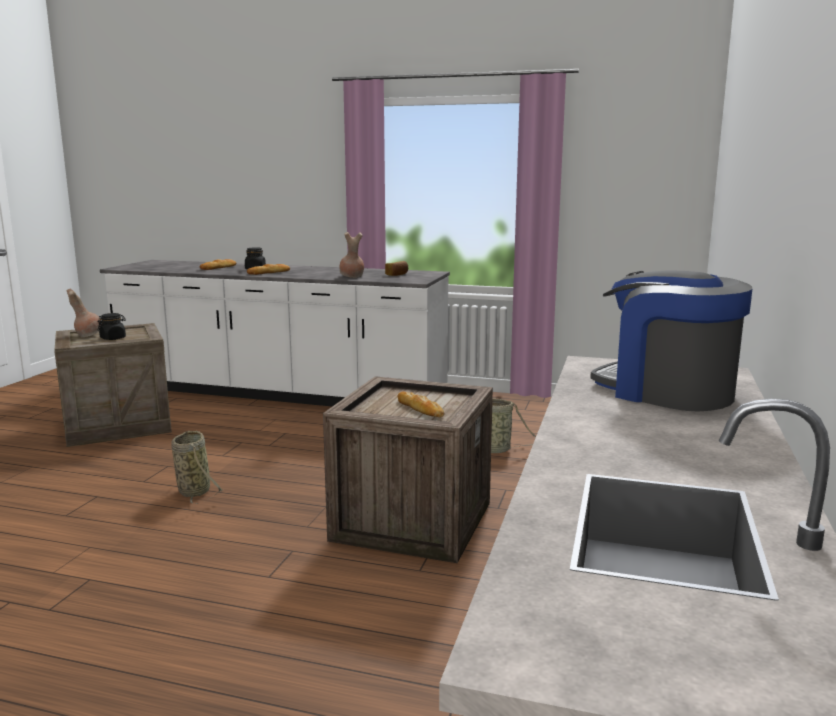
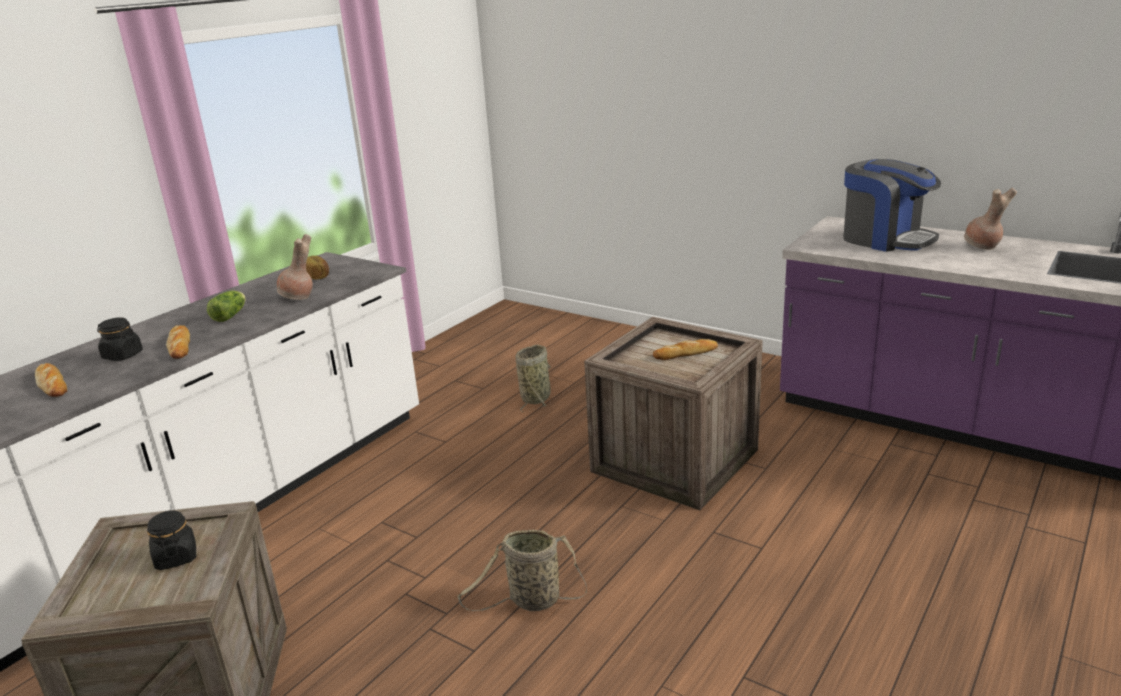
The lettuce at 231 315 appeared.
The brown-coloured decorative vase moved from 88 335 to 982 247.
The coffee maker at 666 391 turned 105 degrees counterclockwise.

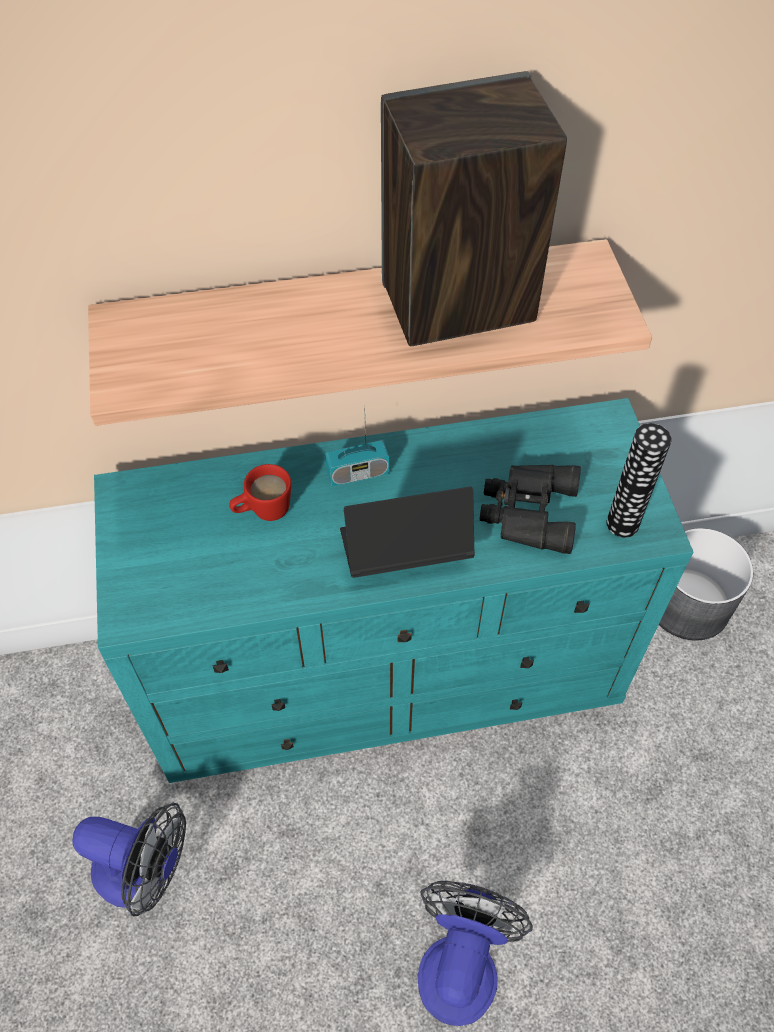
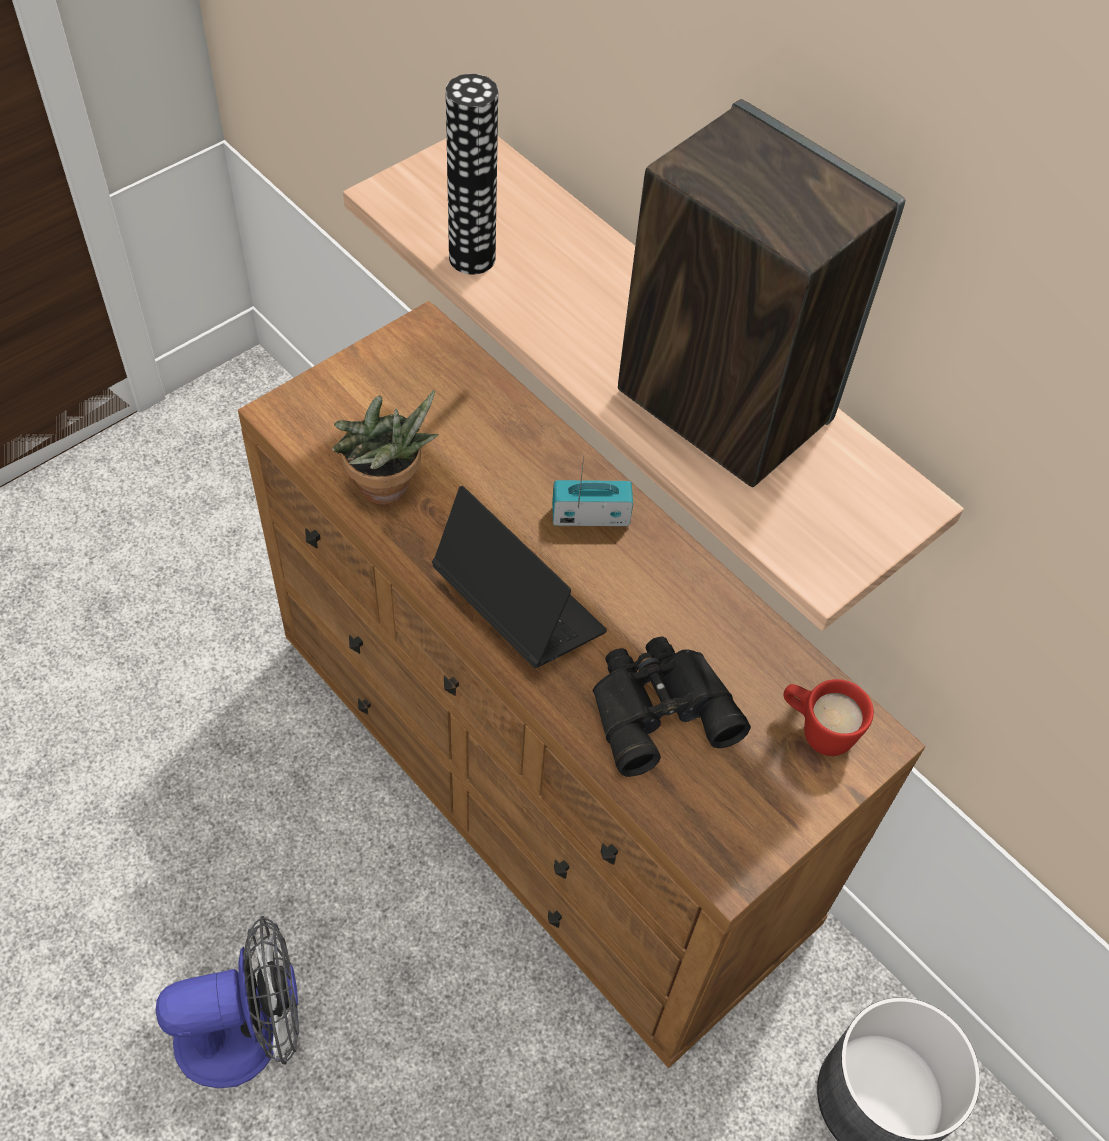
The fan at 145 872 disappeared.
The houseplant at 387 492 appeared.
The reddish mug moved from 263 511 to 816 730.
The decorative vase moved from 622 524 to 472 258.
The blue-green drawer chest at 389 674 became the brown-coloured drawer chest at 542 783.
The radio receiver at 358 473 turned 135 degrees clockwise.

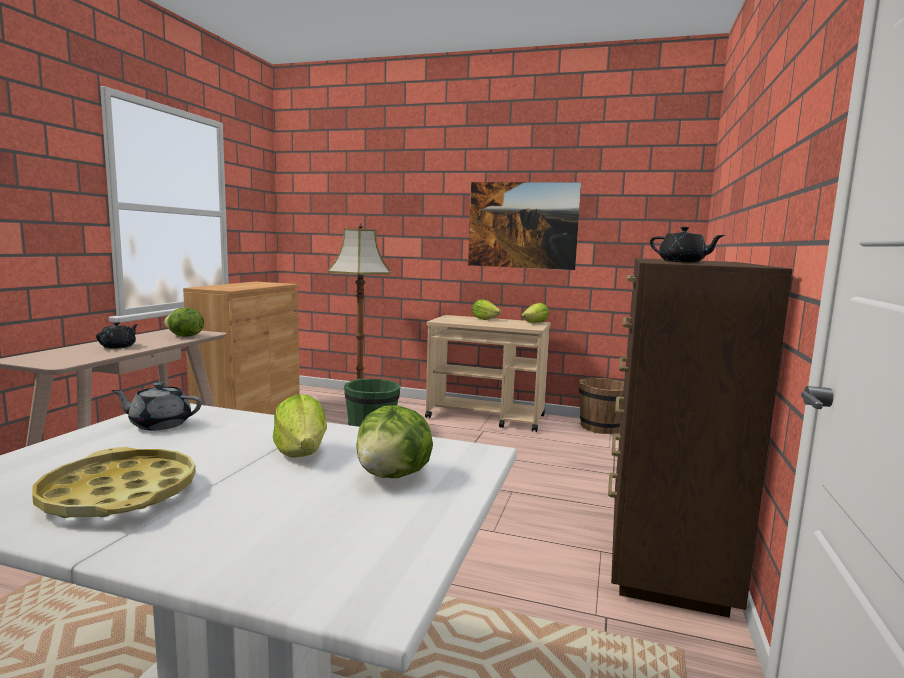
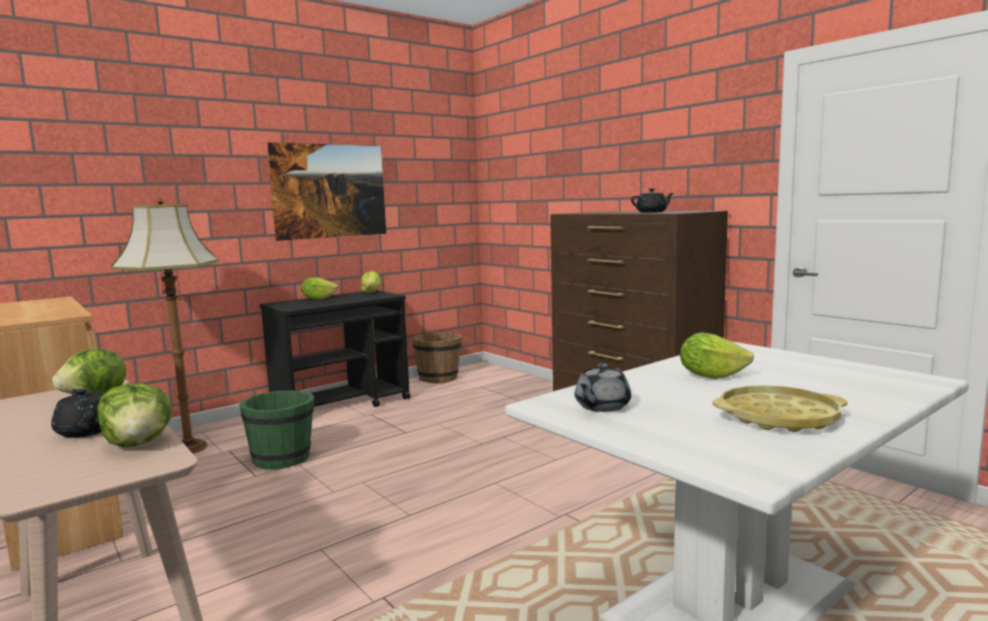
The lettuce moved from 394 476 to 139 443.
The sand-coloured wheeled cart at 486 417 became the blackish wheeled cart at 342 405.

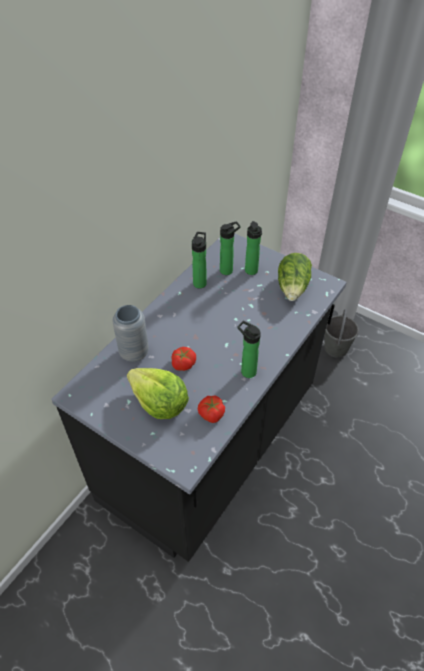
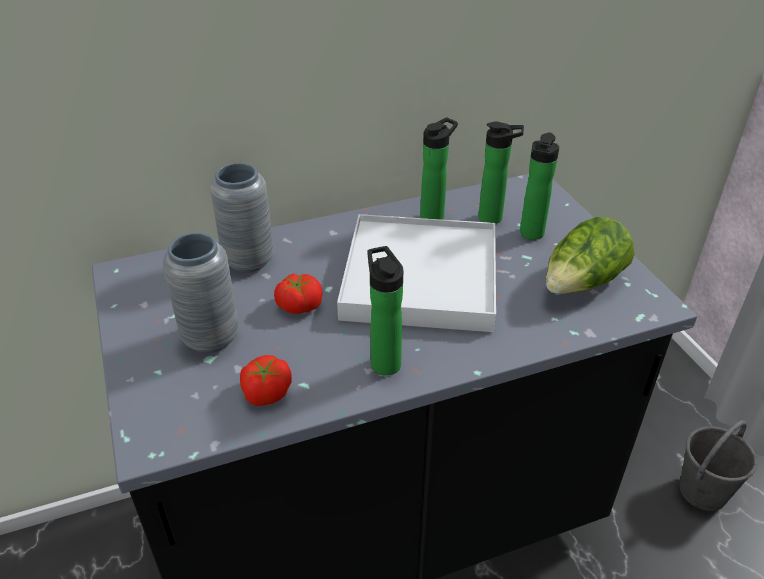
The white-coloured serving tray at 421 277 appeared.
The lettuce at 159 403 was replaced by the gray decorative vase at 211 338.

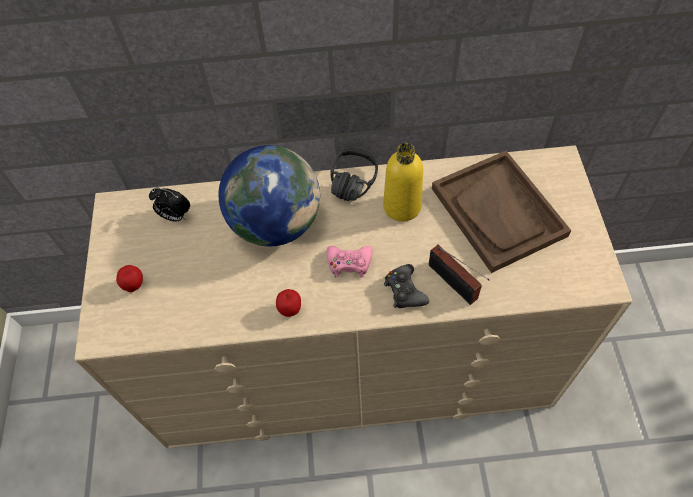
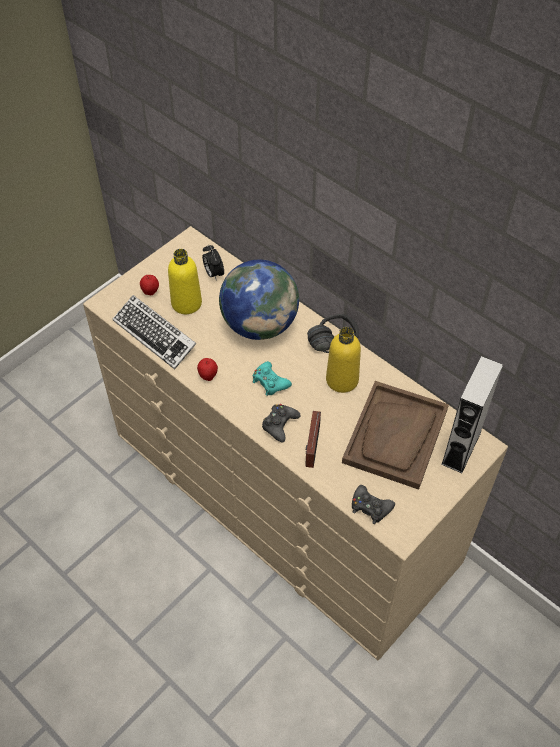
The computer keyboard at 155 335 appeared.
The yellow-coloured drink bottle at 186 303 appeared.
The blackish joypad at 370 507 appeared.
The gray loudspeaker at 461 447 appeared.
The pink joypad at 349 263 became the blue-green joypad at 270 382.

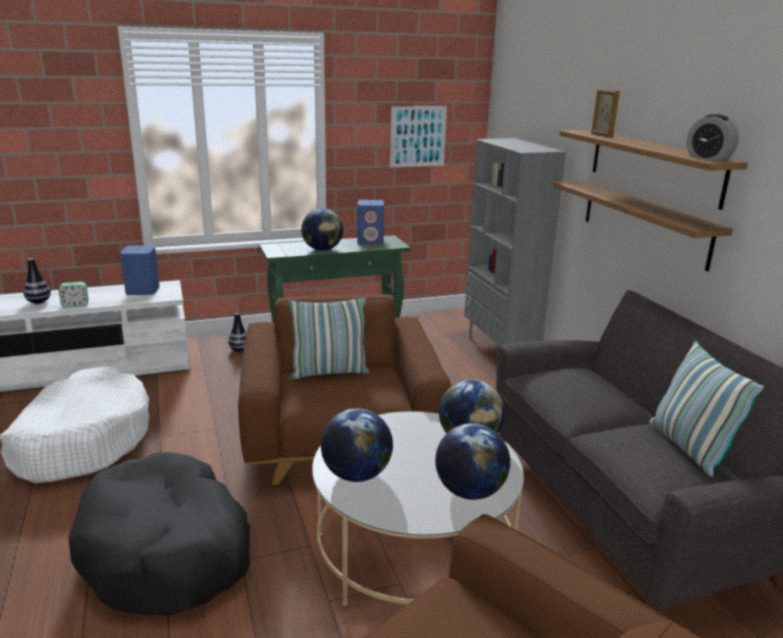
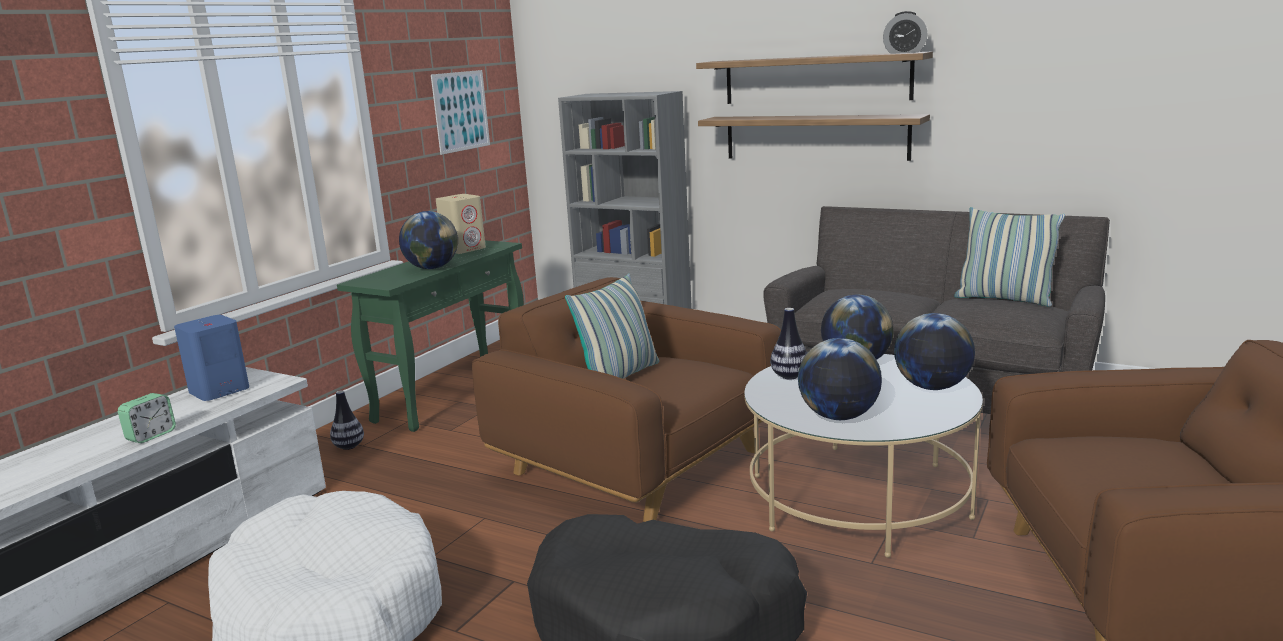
The picture frame at 601 135 disappeared.
The decorative vase moved from 39 302 to 789 376.
The bluish loudspeaker at 370 241 became the sand-coloured loudspeaker at 464 249.

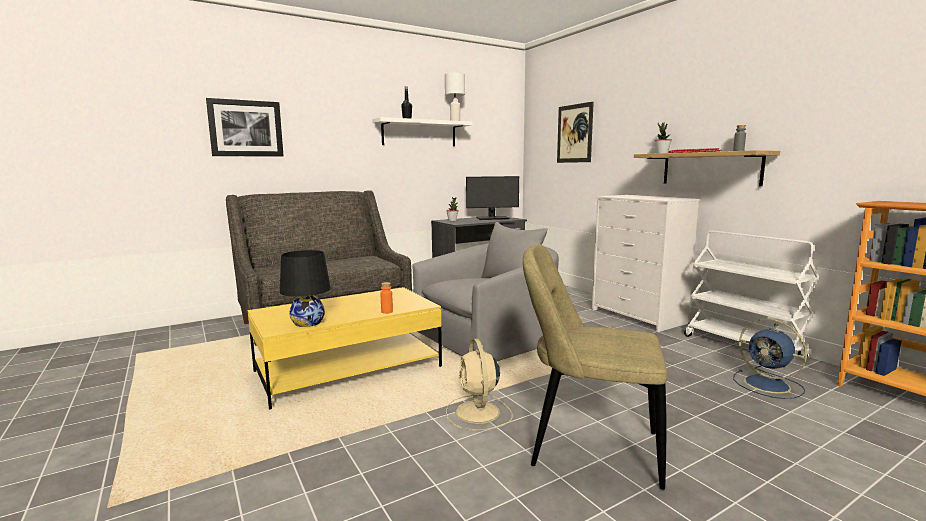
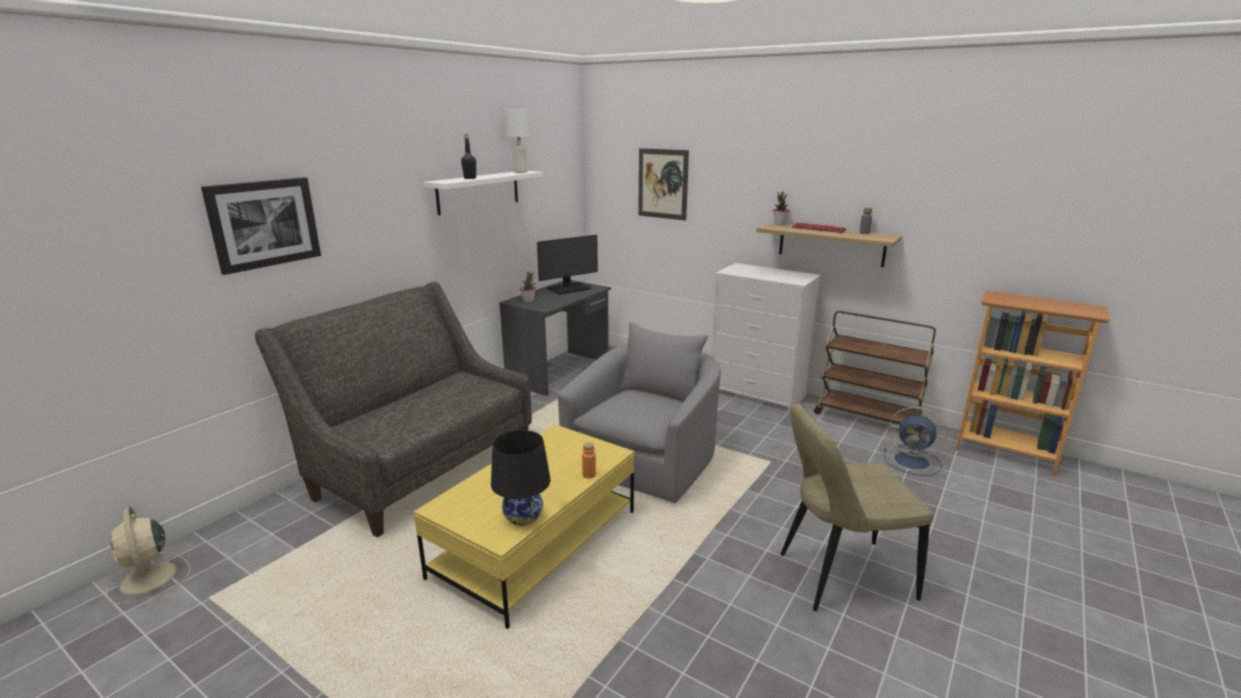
The sand-coloured fan moved from 478 413 to 148 579.
The white-coloured wheeled cart at 743 346 became the brown-coloured wheeled cart at 867 418.

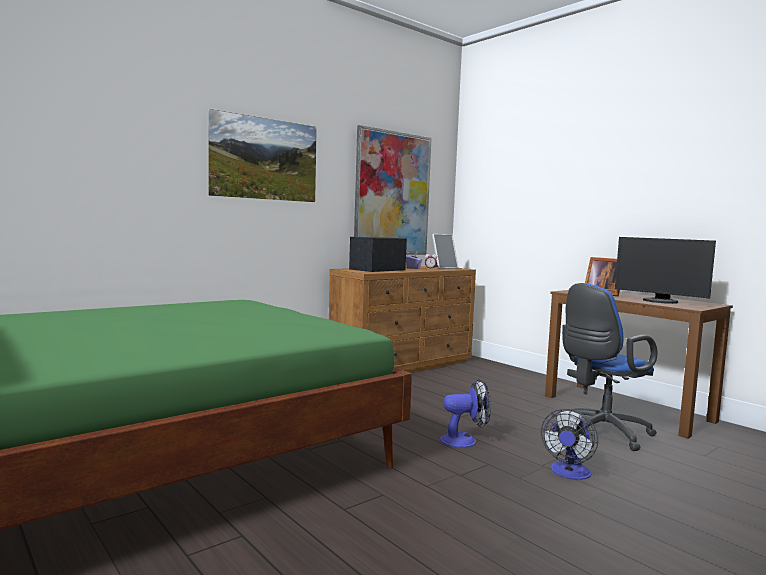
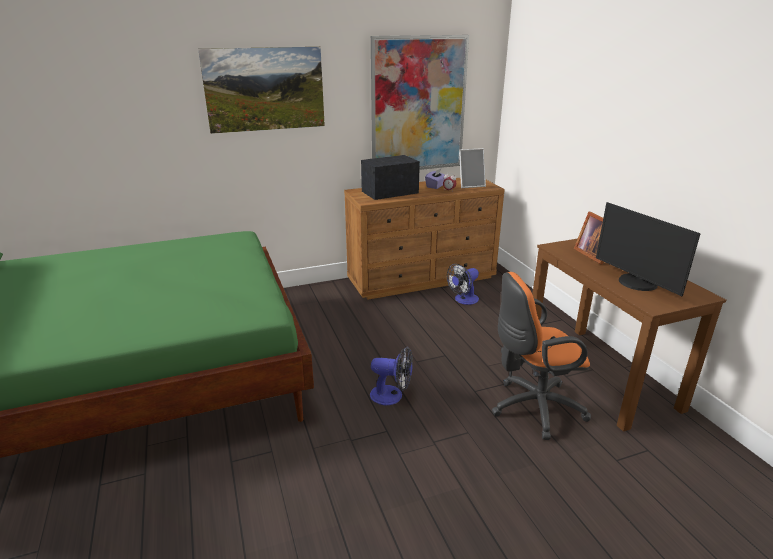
The fan moved from 569 473 to 463 300.
The bluish desk chair at 600 434 became the orange desk chair at 532 408.

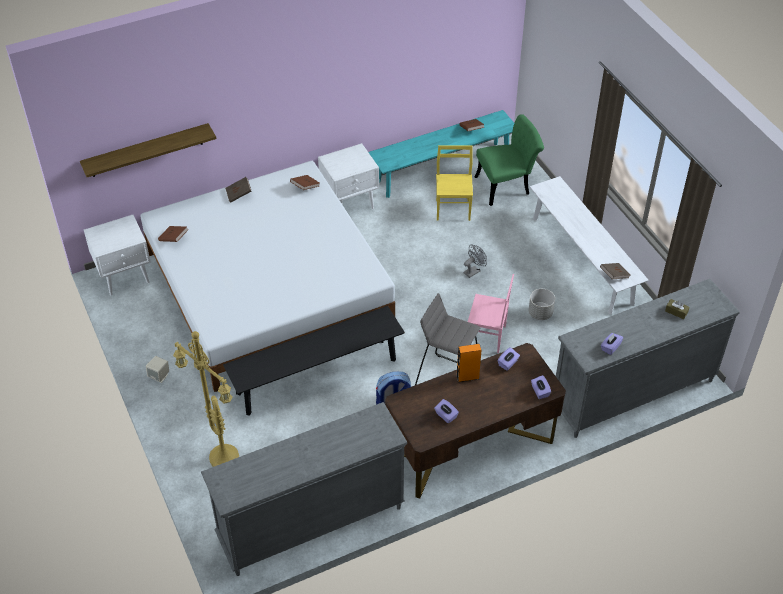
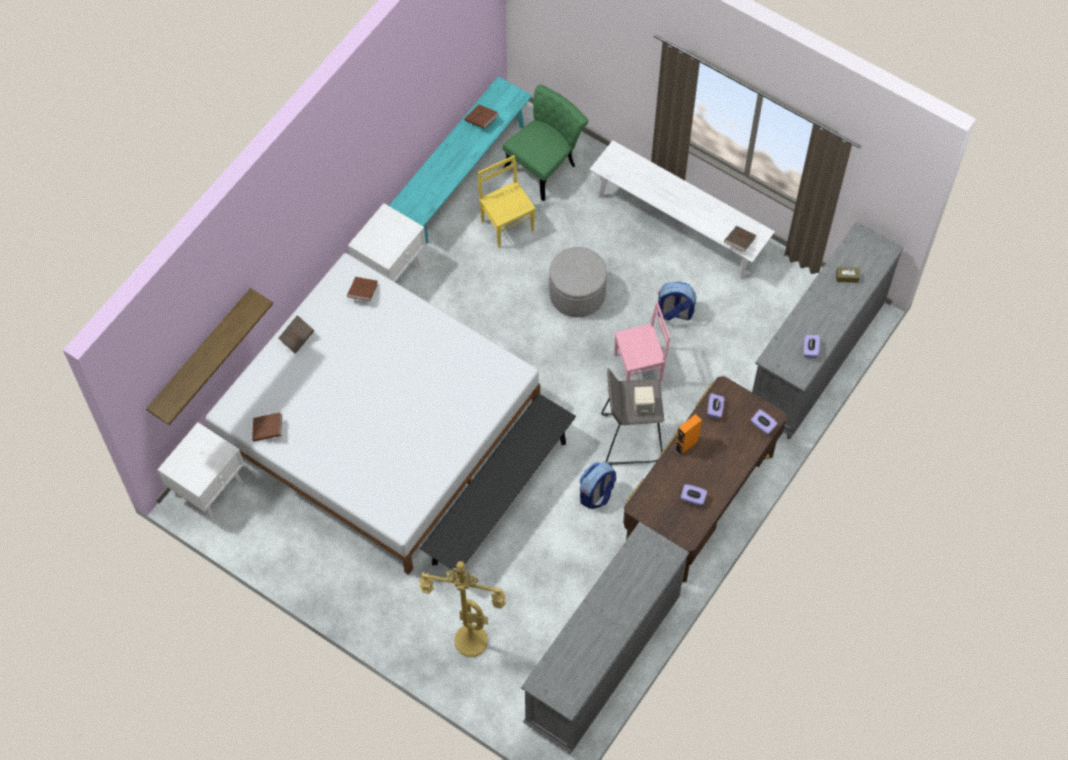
The sand-coloured loudspeaker moved from 159 376 to 643 405.
The gray fan at 473 271 was replaced by the gray pouffe at 577 294.
The gray flower pot at 540 313 was replaced by the backpack at 674 312.

